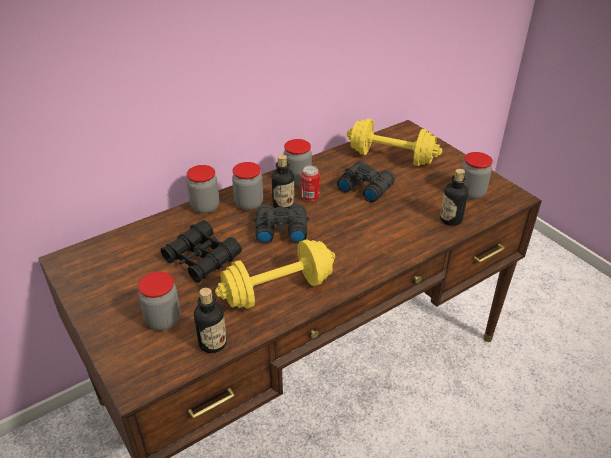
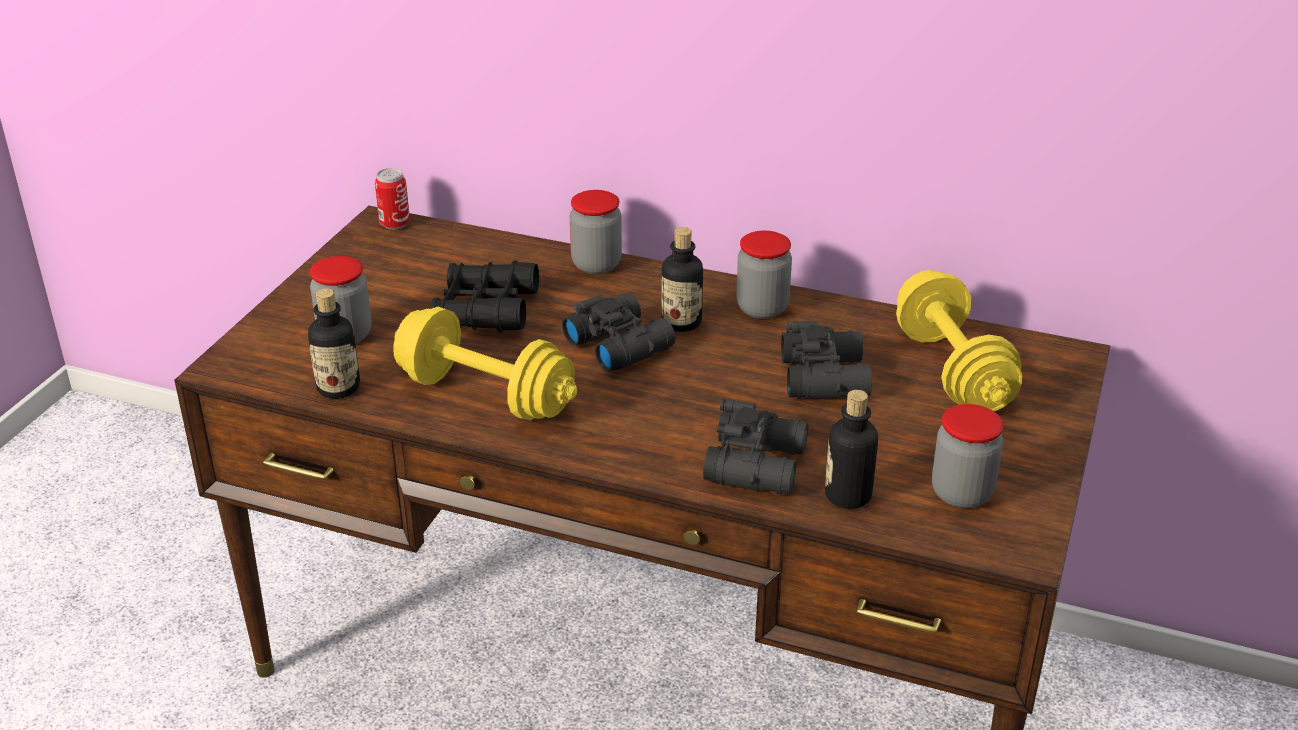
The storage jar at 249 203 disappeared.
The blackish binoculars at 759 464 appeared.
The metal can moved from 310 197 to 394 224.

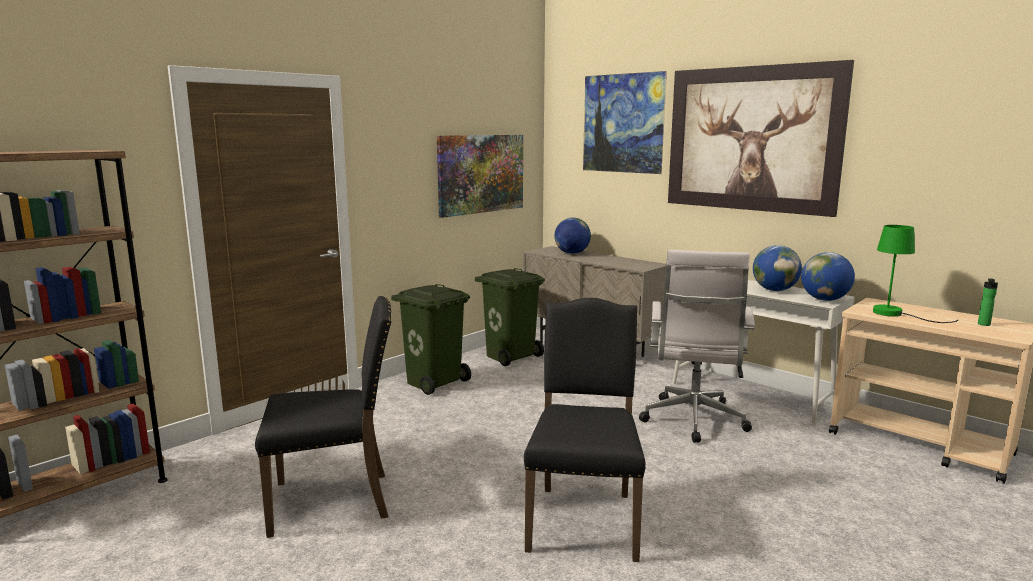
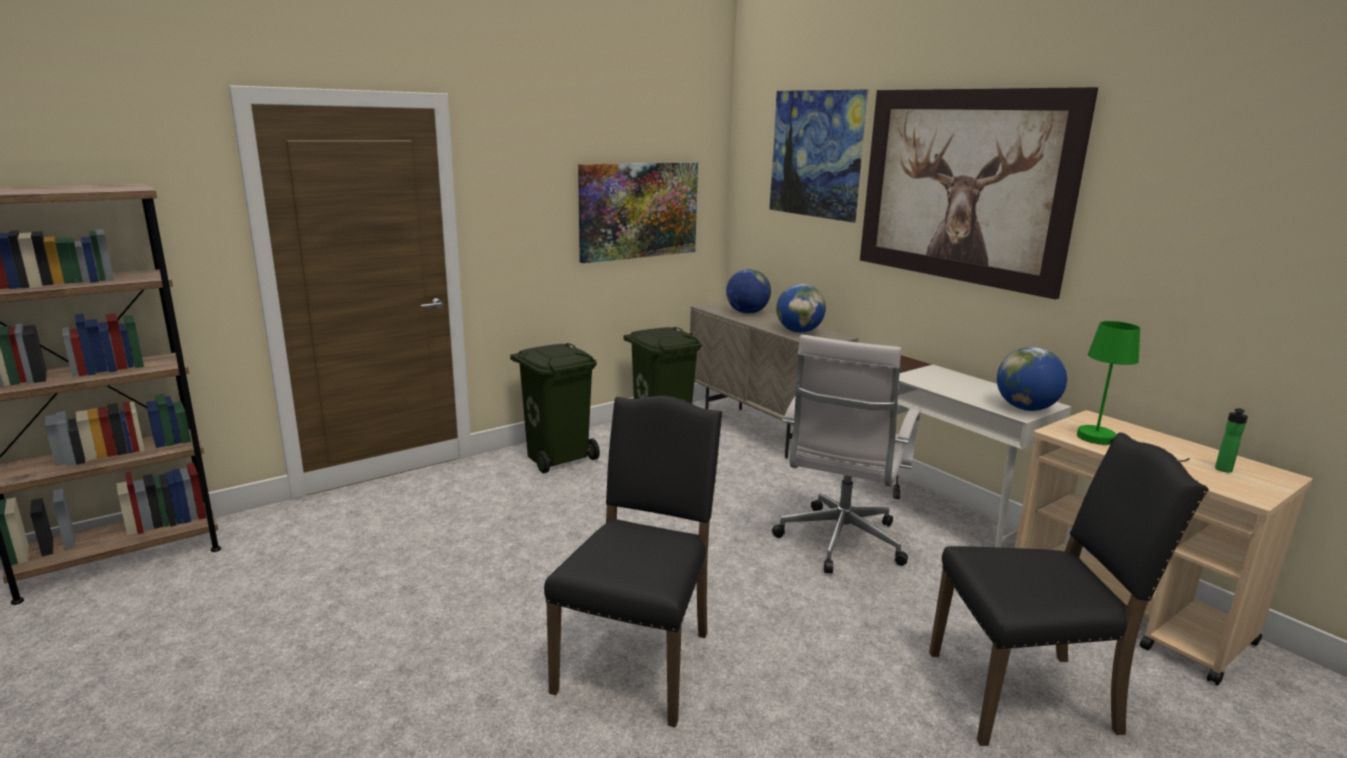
The blackish chair moved from 334 501 to 1027 694.
The world globe moved from 774 290 to 798 331.

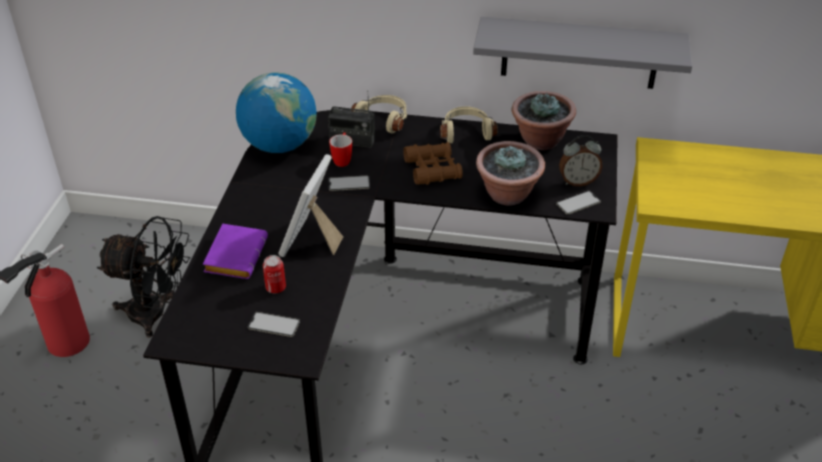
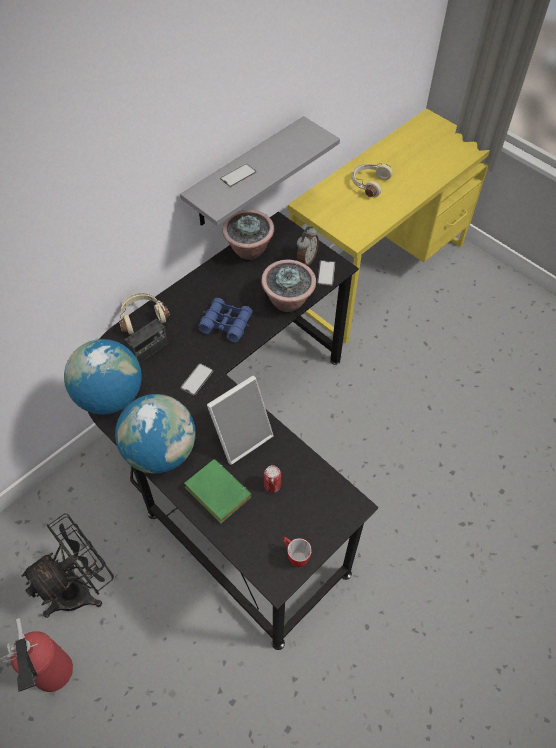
The world globe at 161 452 appeared.
The telephone moved from 274 324 to 238 175.
The mug moved from 342 159 to 295 556.
The sand-coloured pair of headphones moved from 466 132 to 368 183.
The purplish bound book at 235 255 became the greenish bound book at 215 493.
The brown-coloured binoculars at 432 170 became the bluish binoculars at 226 324.
The picture frame at 312 241 turned 90 degrees counterclockwise.

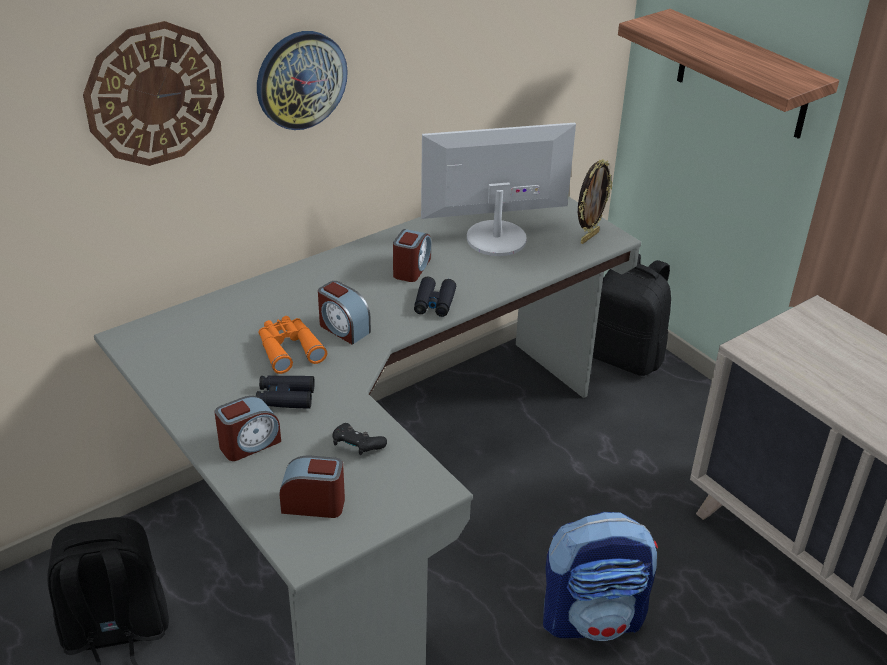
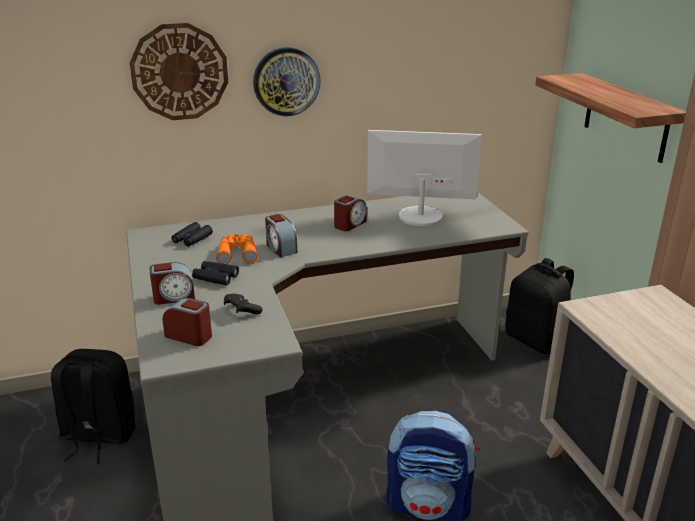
The picture frame at 588 237 disappeared.
The blackish binoculars moved from 434 303 to 192 239.

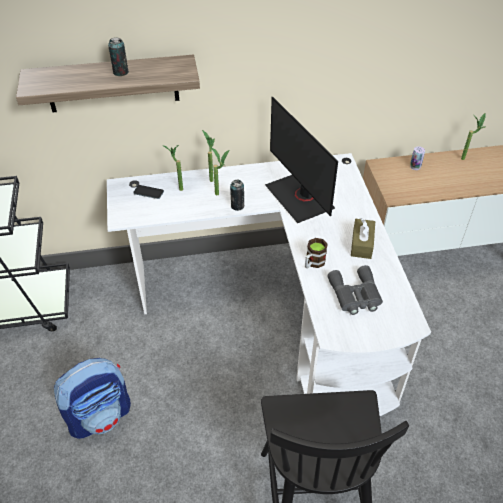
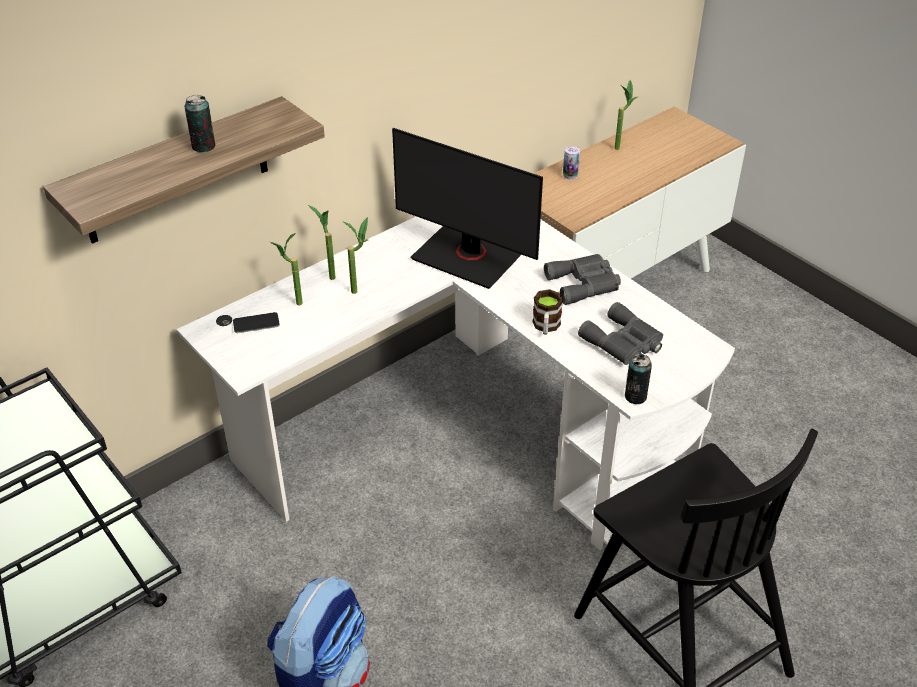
The metal can moved from 237 206 to 635 396.
The brown-coloured box of tissues at 362 244 was replaced by the gray binoculars at 585 283.

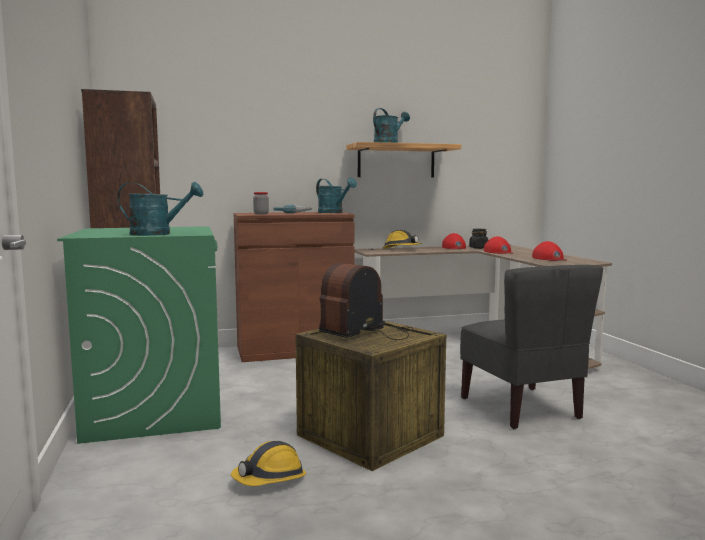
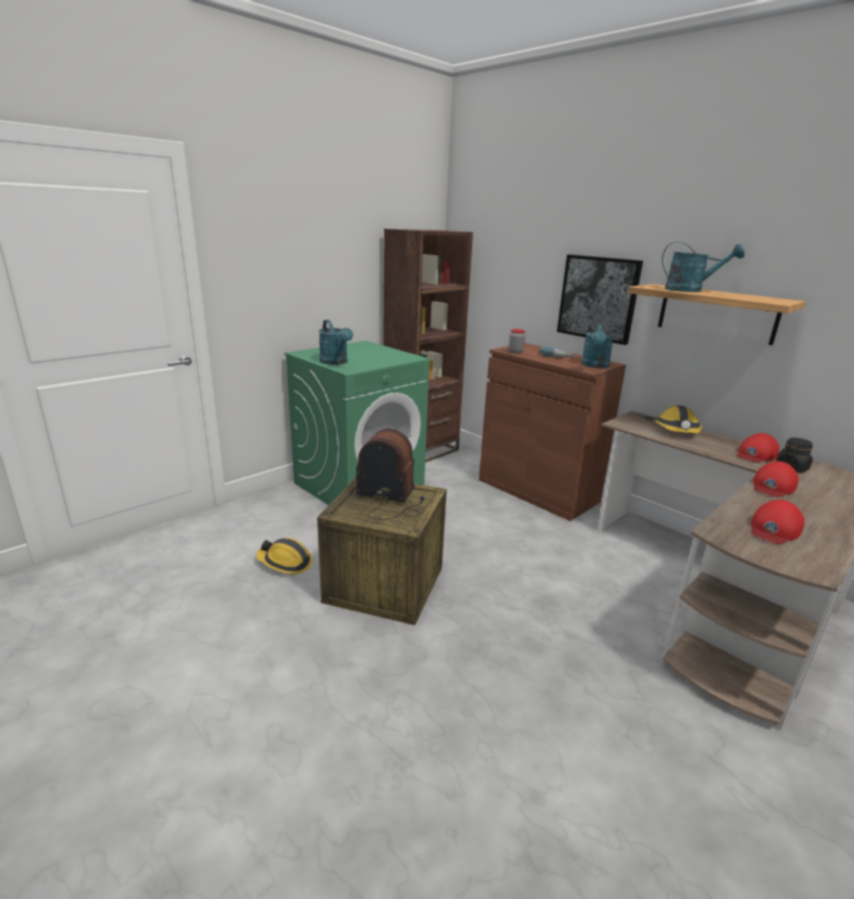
The gray chair at 521 408 disappeared.
The wall picture at 598 298 appeared.

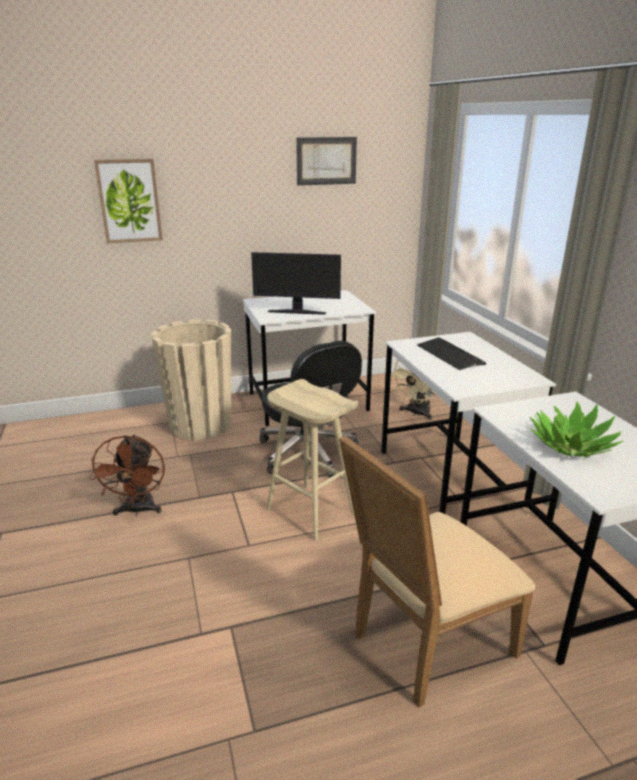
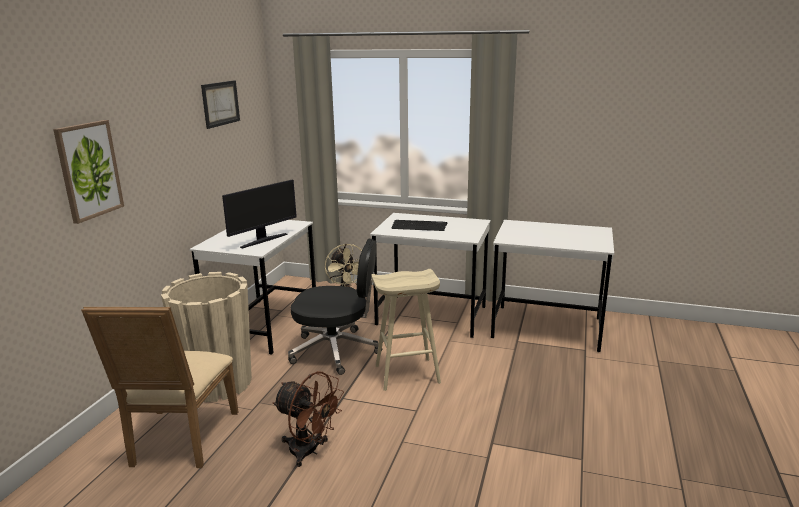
The houseplant at 570 445 disappeared.
The sand-coloured chair moved from 425 644 to 180 442.

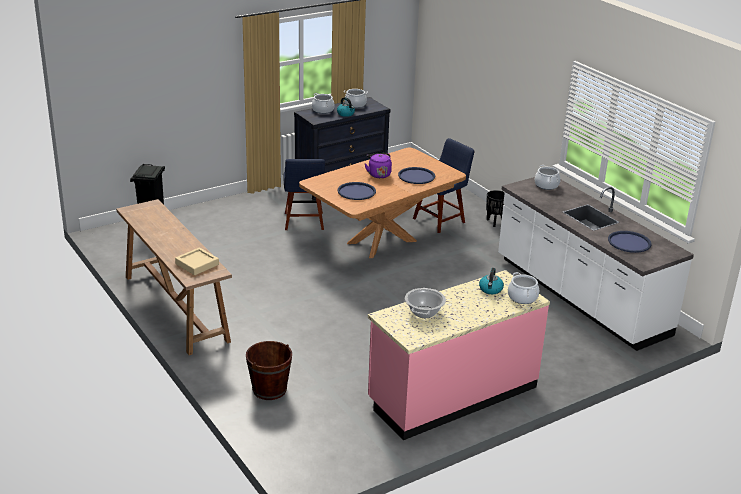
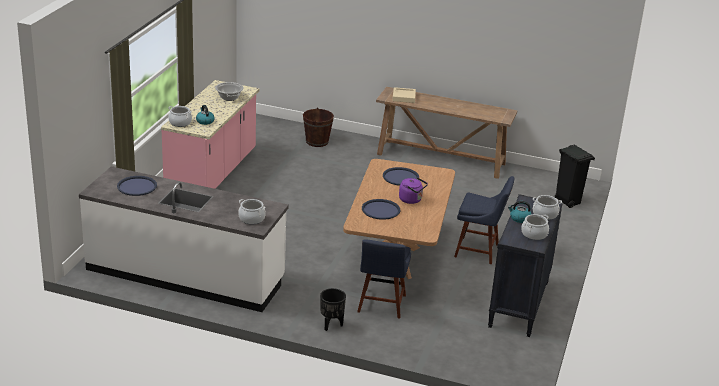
The bluish chair at 304 222 turned 150 degrees clockwise.

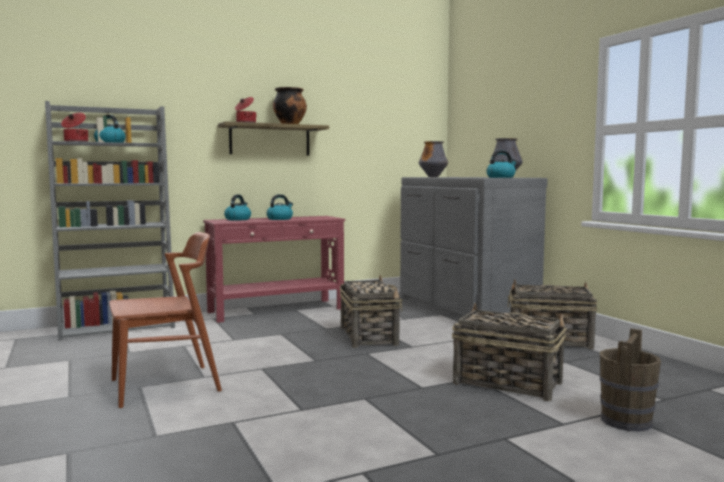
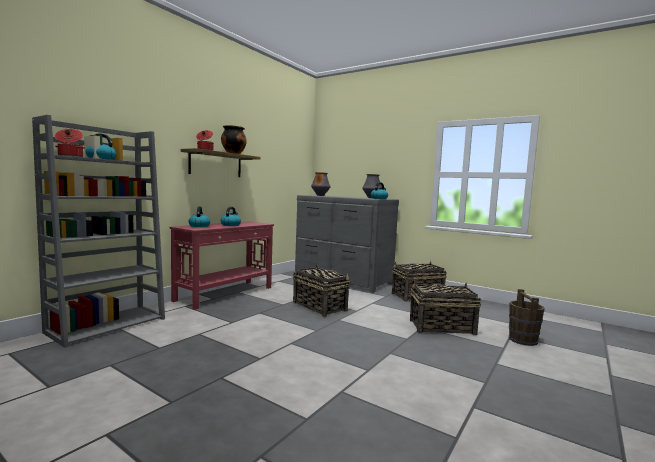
The brown-coloured chair at 166 385 disappeared.

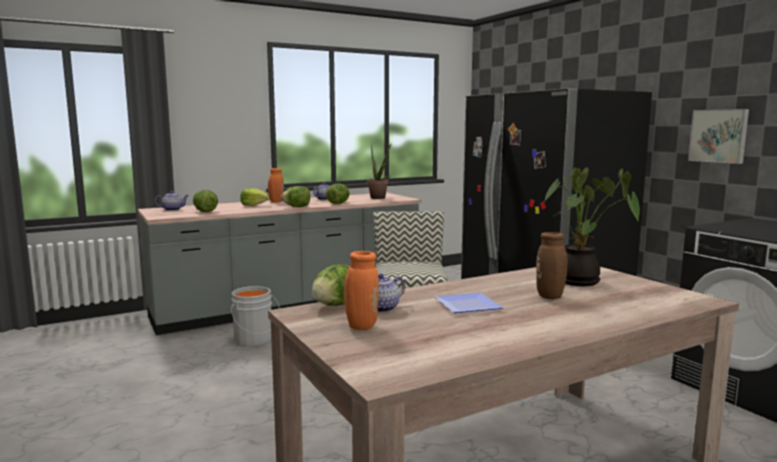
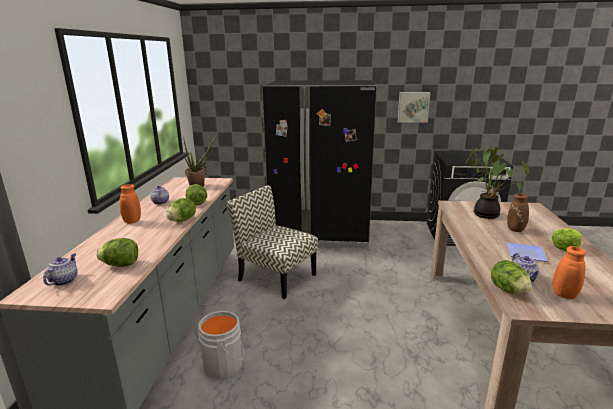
The lettuce moved from 254 205 to 565 248.

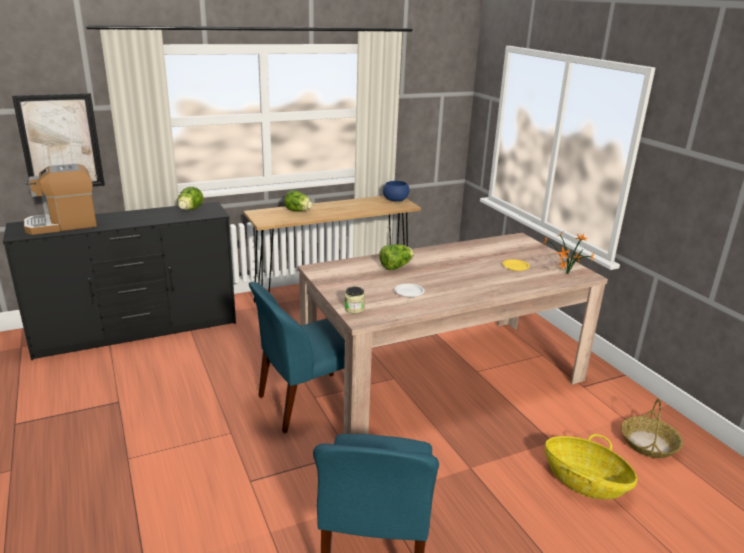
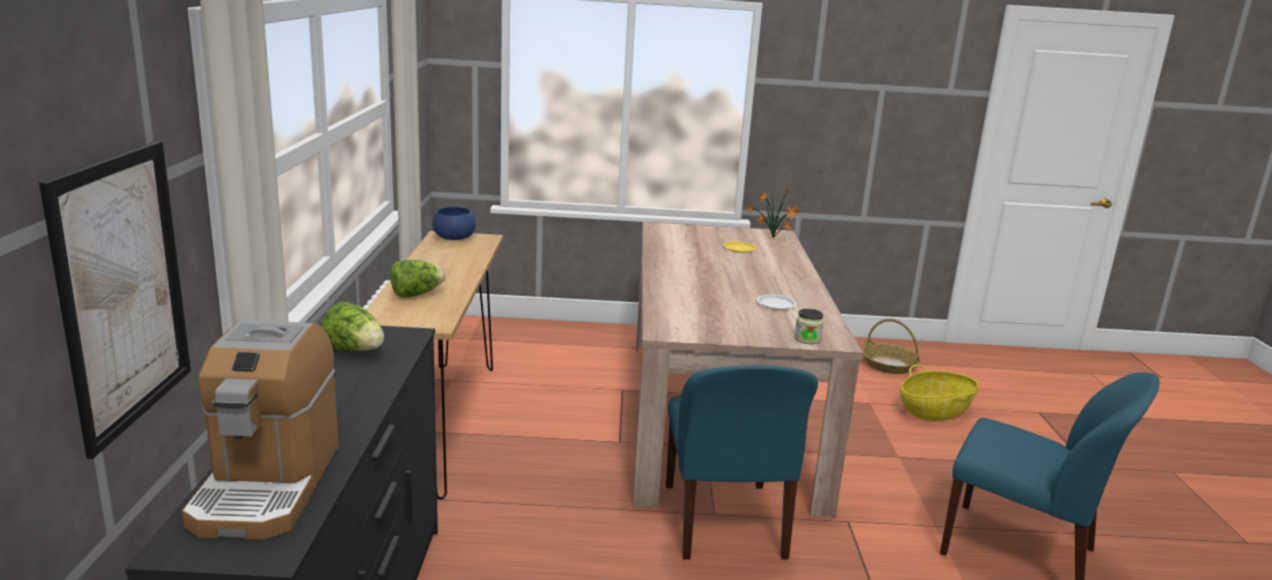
The lettuce at 395 267 disappeared.

